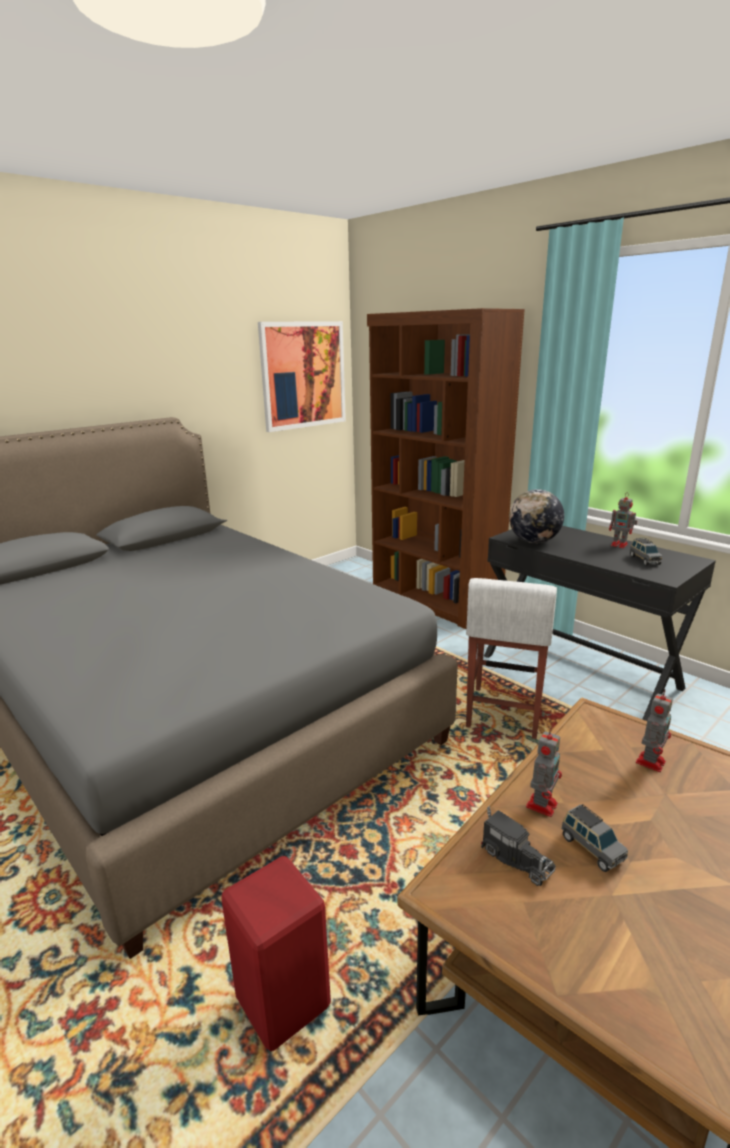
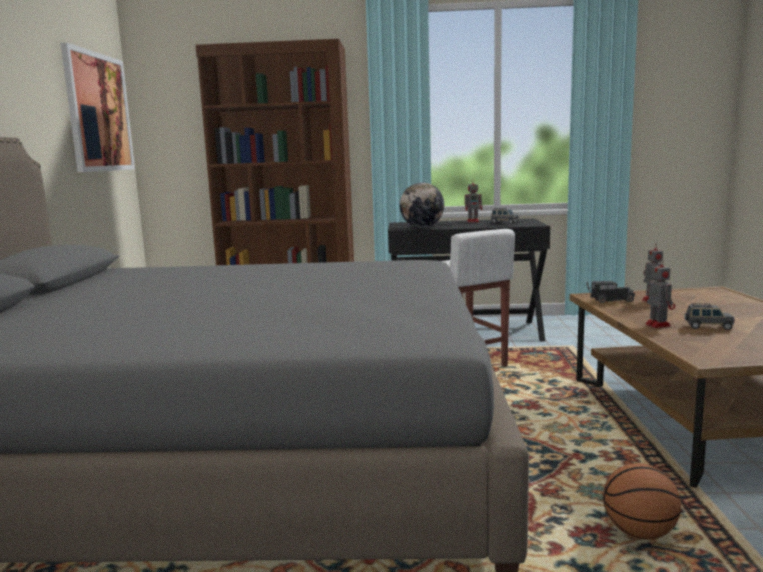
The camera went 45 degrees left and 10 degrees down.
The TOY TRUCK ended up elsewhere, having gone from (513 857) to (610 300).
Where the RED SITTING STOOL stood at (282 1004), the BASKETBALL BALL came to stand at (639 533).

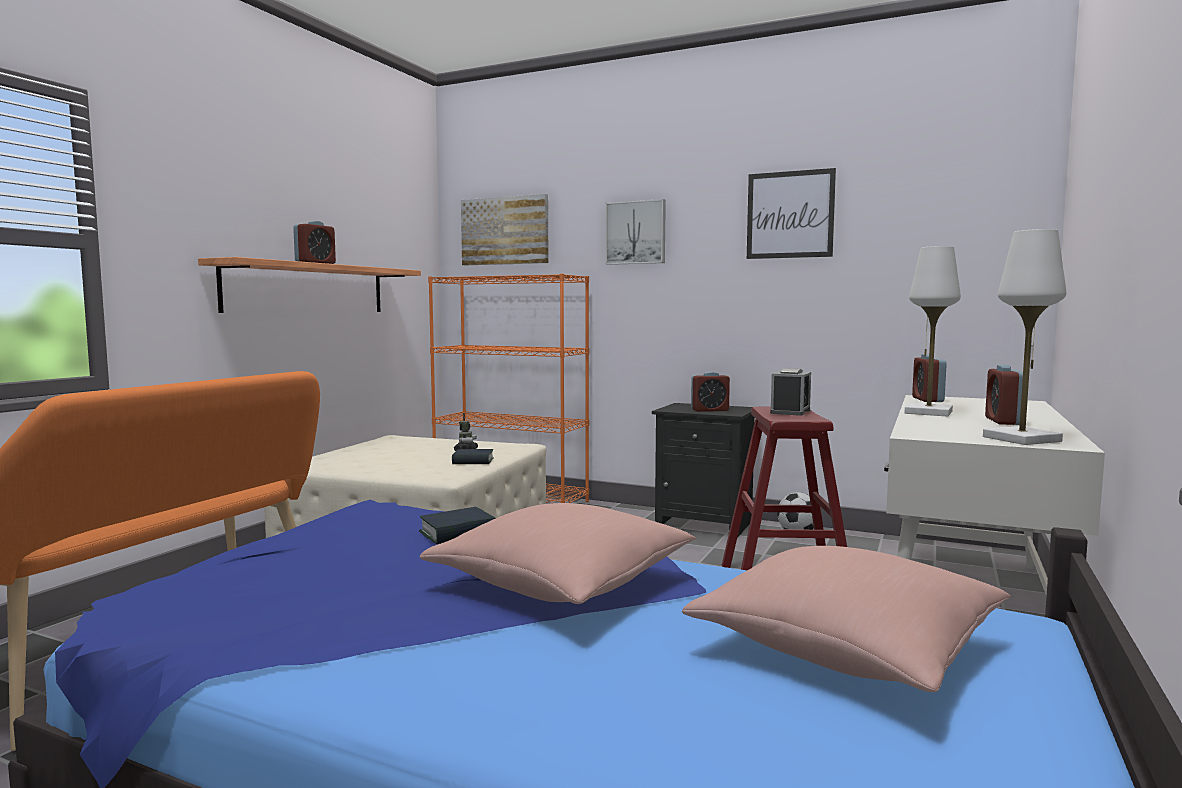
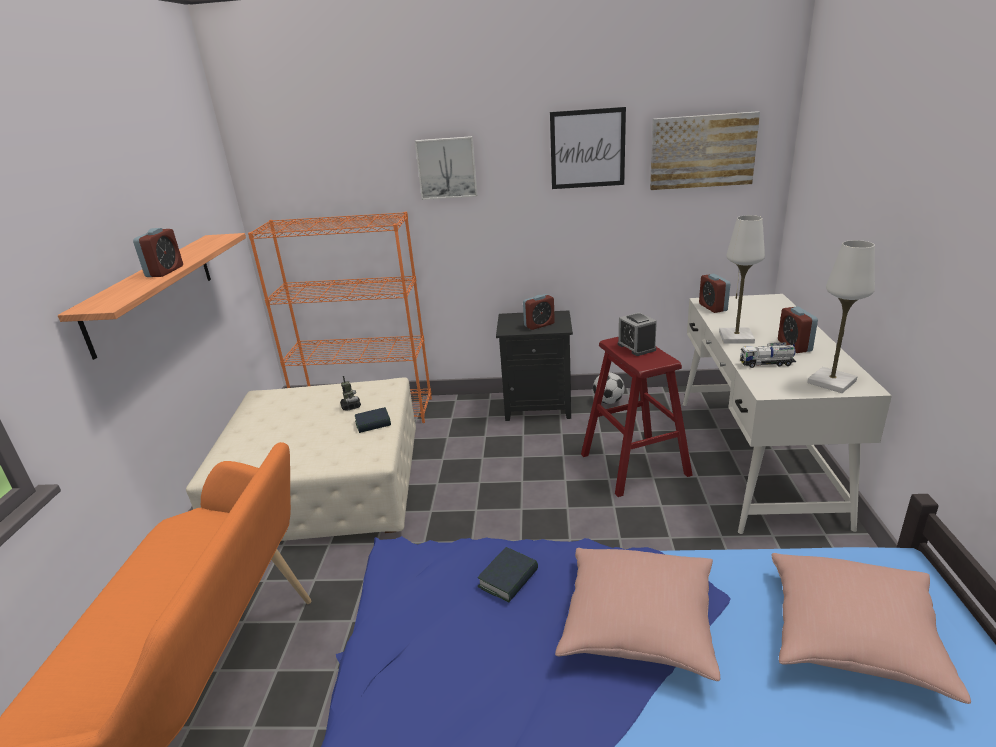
The camera went 20 degrees left and 20 degrees up.
The TABLE CLOCK at (790 411) ended up facing another way, 150 degrees clockwise from before.
The WALL ART ended up elsewhere, having gone from (505 231) to (702 151).
The second view gained the TOY TRUCK at (767 364).

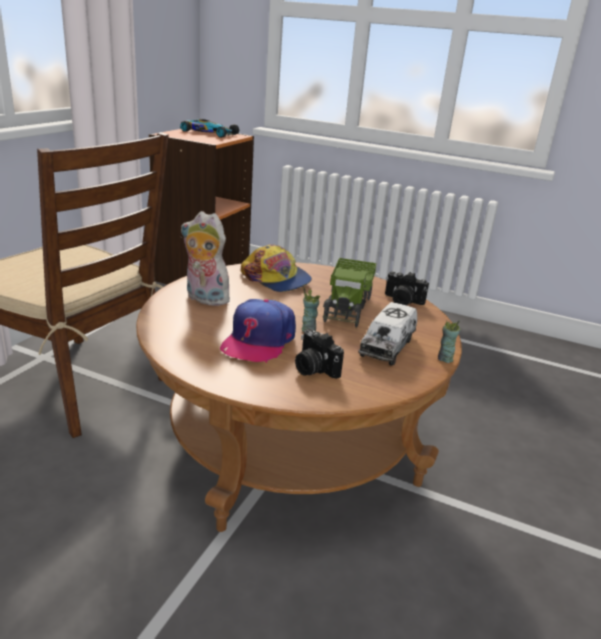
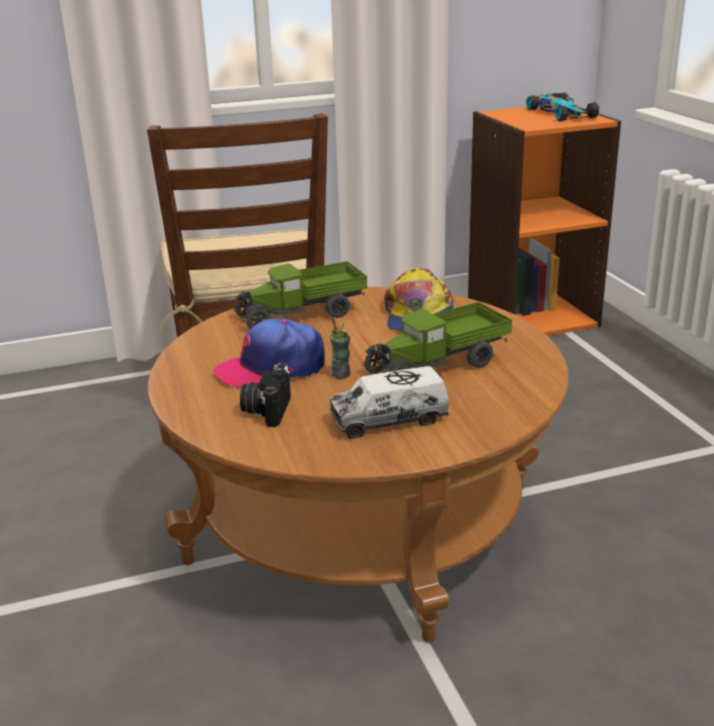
The camera went 50 degrees right and 0 degrees up.
Where the SOFT TOY stood at (204 299), the TOY TRUCK came to stand at (302 315).
The second view lost the PHOTO CAMERA at (402 301).
The second view lost the DRINKING CUP at (445 359).

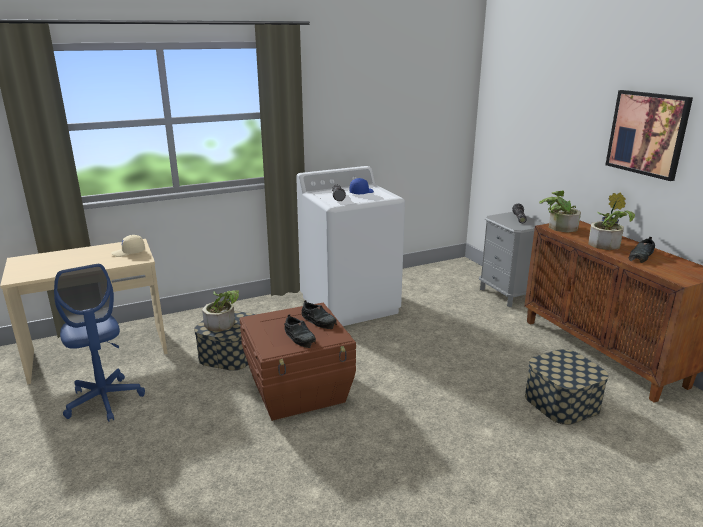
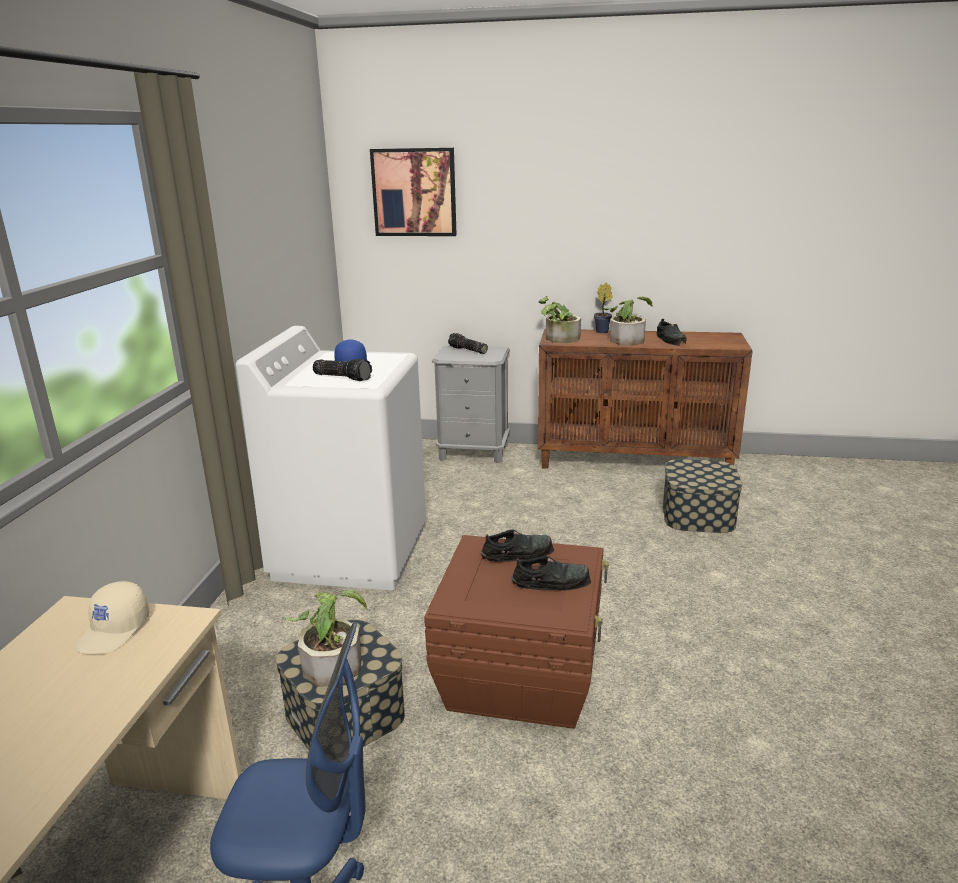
The camera went 55 degrees left and 0 degrees up.
The WALL ART ended up elsewhere, having gone from (647 133) to (414 192).

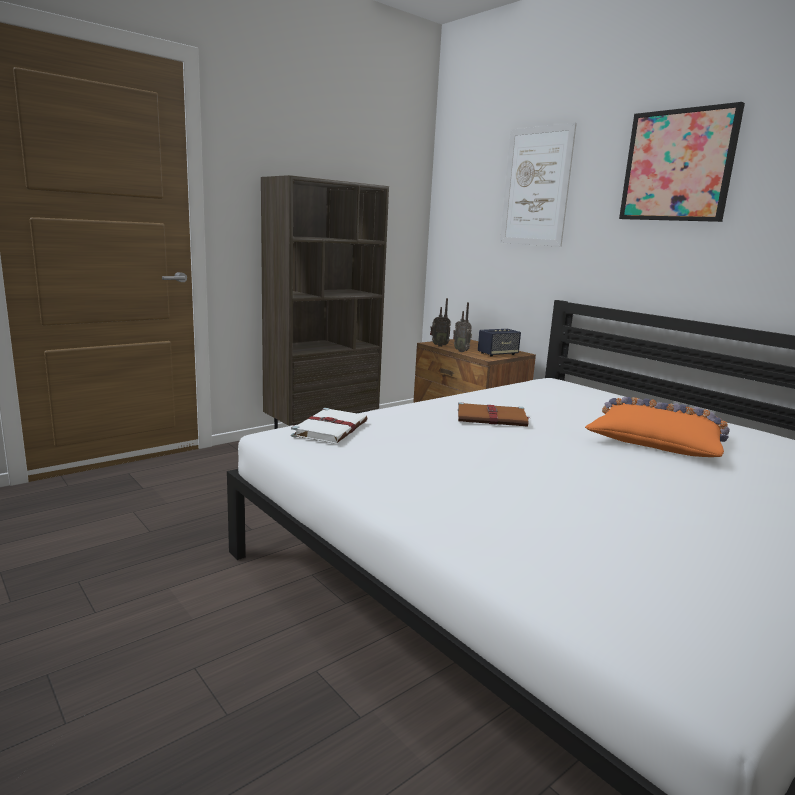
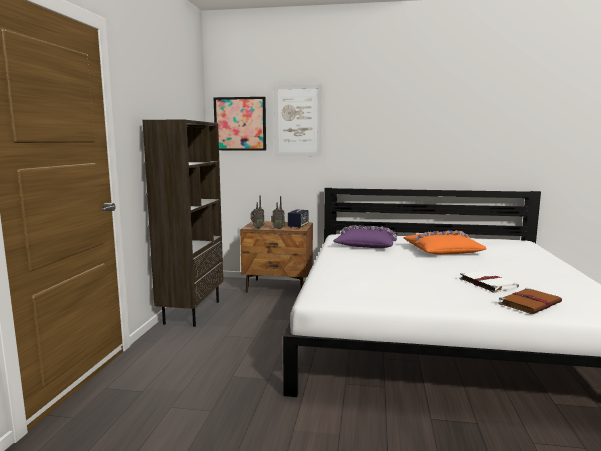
The camera went 40 degrees left and 5 degrees down.
The WALL ART ended up elsewhere, having gone from (678 166) to (240 124).
The second view gained the PURPLE-COLOURED THROW PILLOW at (367 244).
The WHITE-COLOURED BOOK ended up elsewhere, having gone from (331 428) to (487 283).
The BROWN-COLOURED BOOK ended up elsewhere, having gone from (492 418) to (530 303).

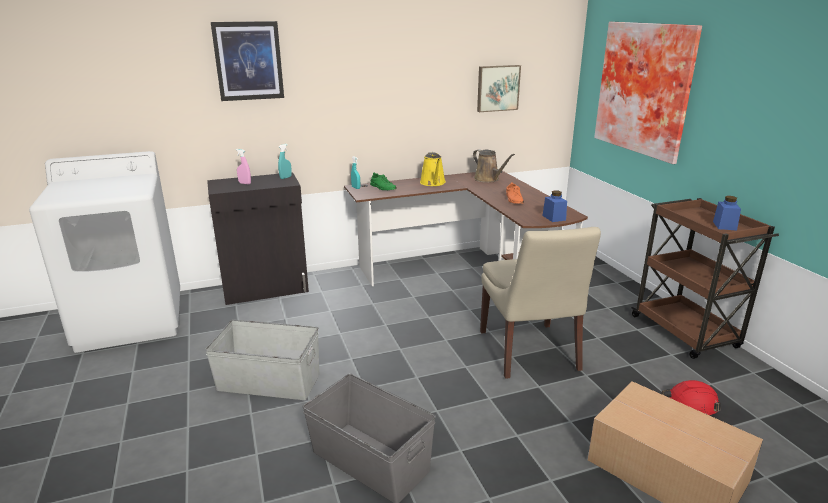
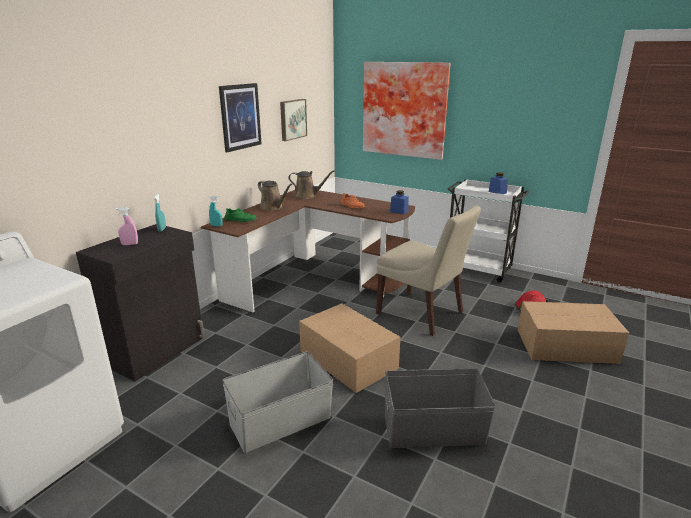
The camera went 40 degrees left and 0 degrees up.
The WALL ART ended up elsewhere, having gone from (248 61) to (240 117).
What was the YELLOWISH WATERING CAN at (433 183) turned into the BROWN-COLOURED WATERING CAN at (273 207).
The second view gained the PACKING BOX at (348 360).
What was the BROWN-COLOURED TROLLEY at (685 333) turned into the WHITE-COLOURED TROLLEY at (478 269).

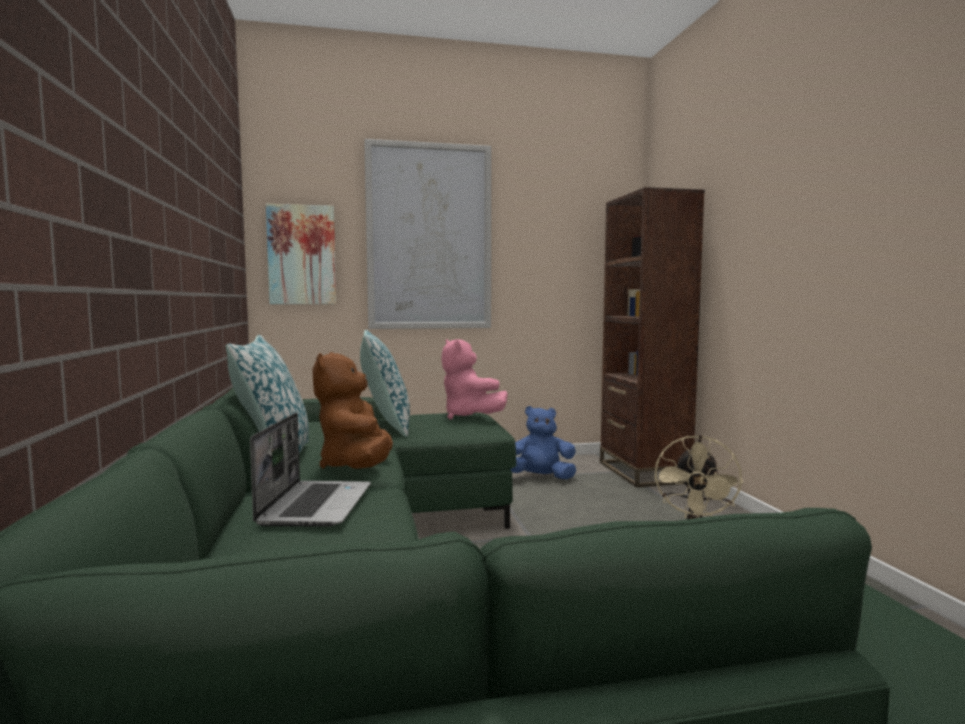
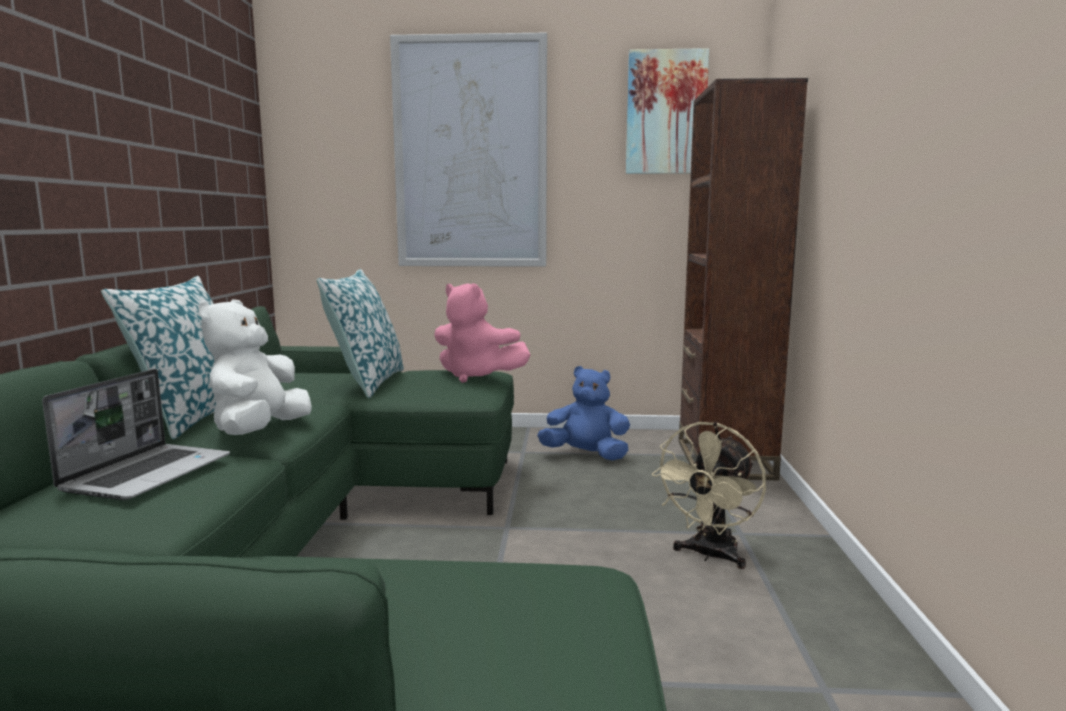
The camera went 15 degrees right and 5 degrees up.
What was the BROWN-COLOURED SOFT TOY at (357 467) turned into the WHITE-COLOURED SOFT TOY at (259 431).
The PINKISH SOFT TOY at (469 416) ended up facing another way, 45 degrees counterclockwise from before.
The WALL ART ended up elsewhere, having gone from (302 255) to (666 113).

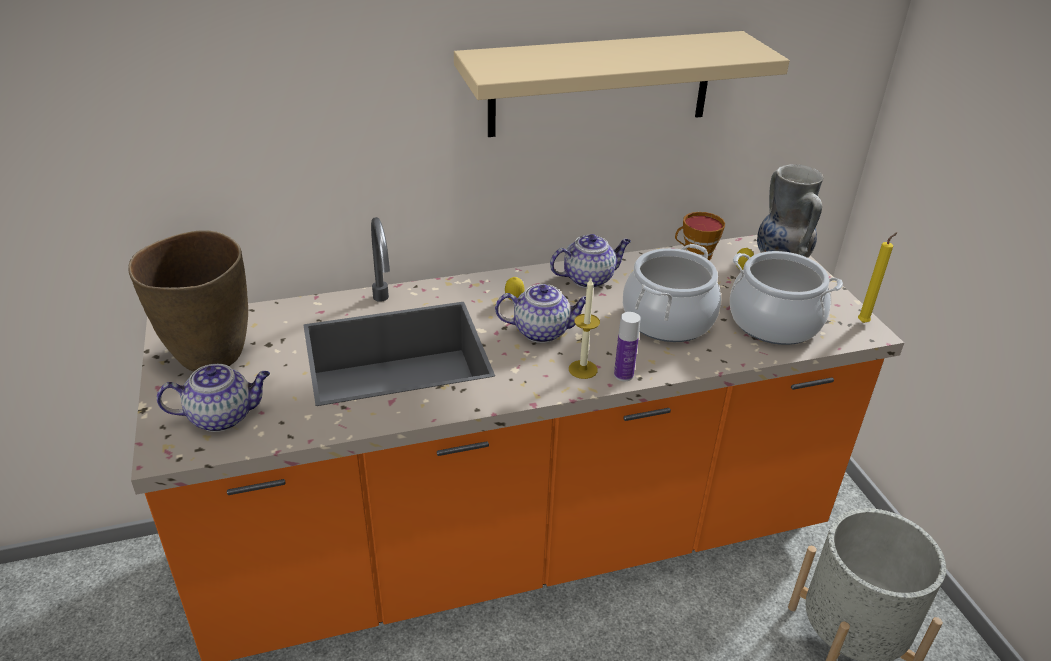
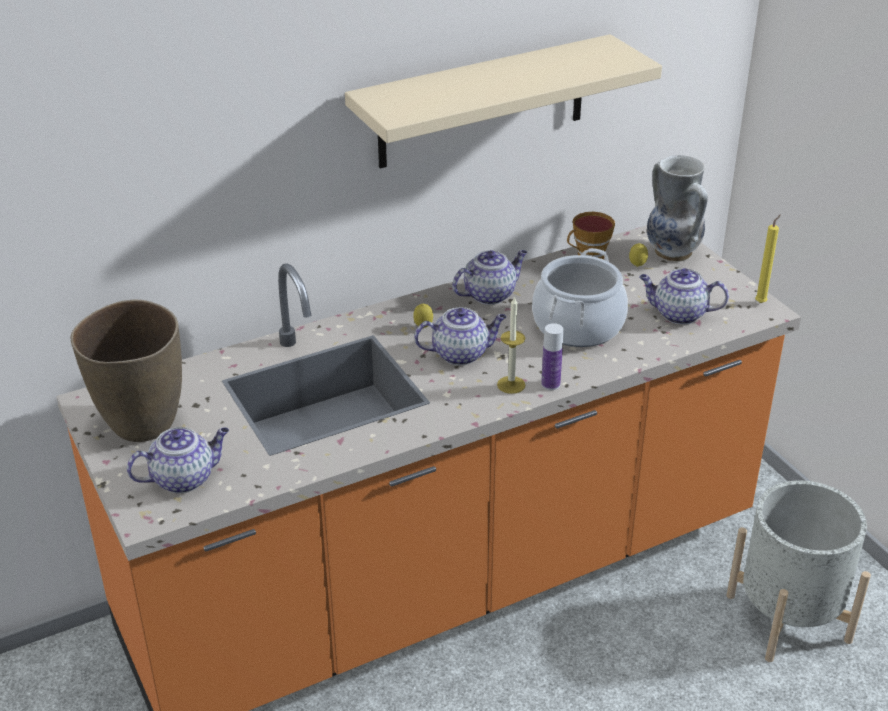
The camera went 10 degrees left and 0 degrees up.
Where the SAUCEPOT stood at (774 322), the POT FOR TEA came to stand at (678 314).

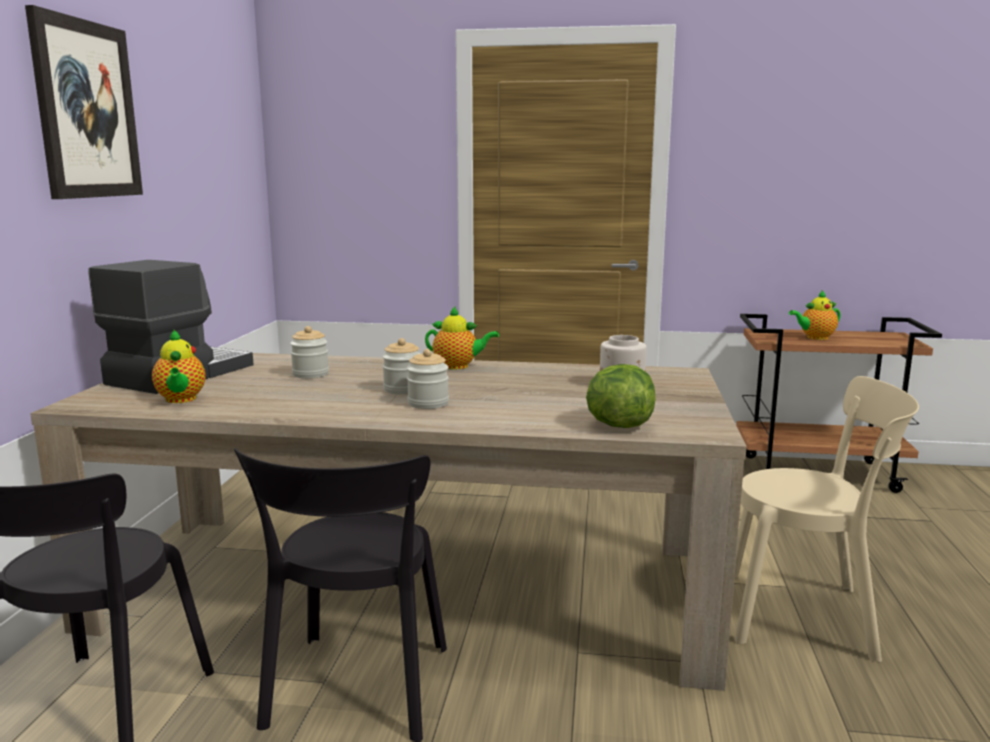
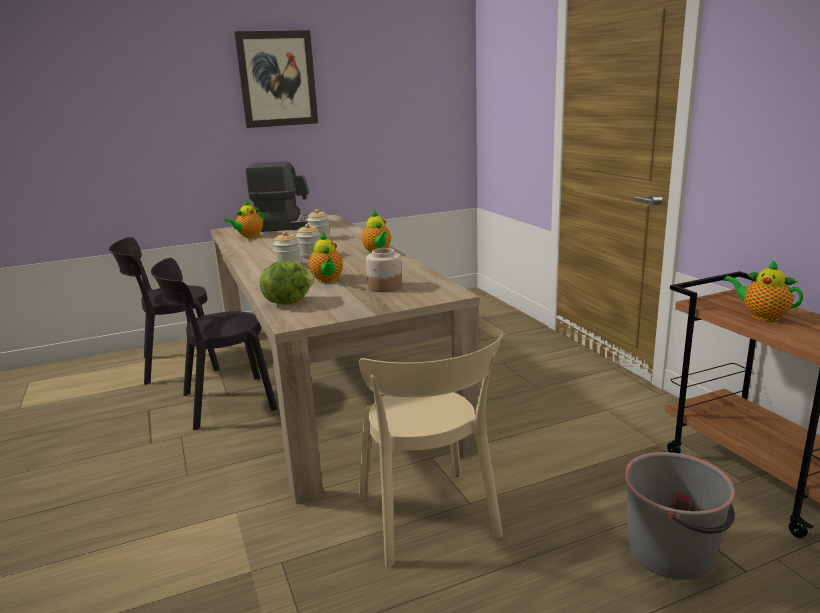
The camera went 60 degrees right and 5 degrees up.
The second view gained the POT FOR TEA at (327 280).
The second view gained the GREY BUCKET at (672 552).

